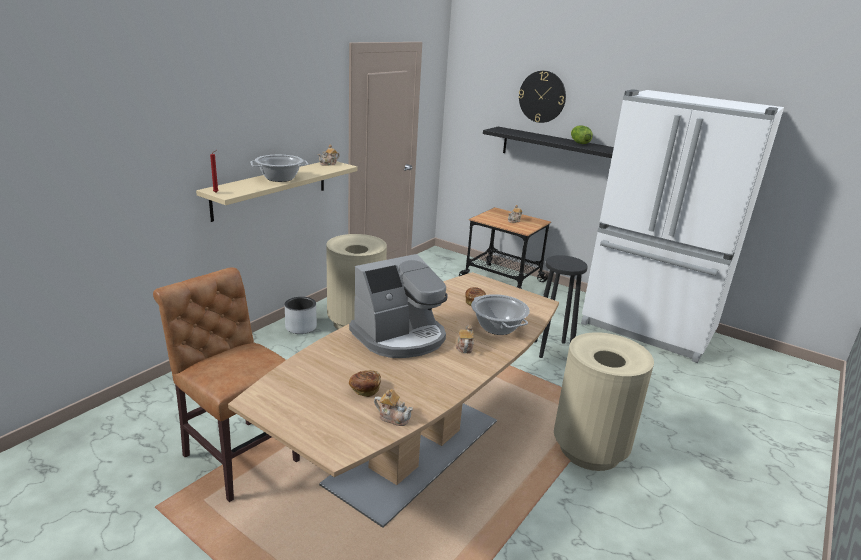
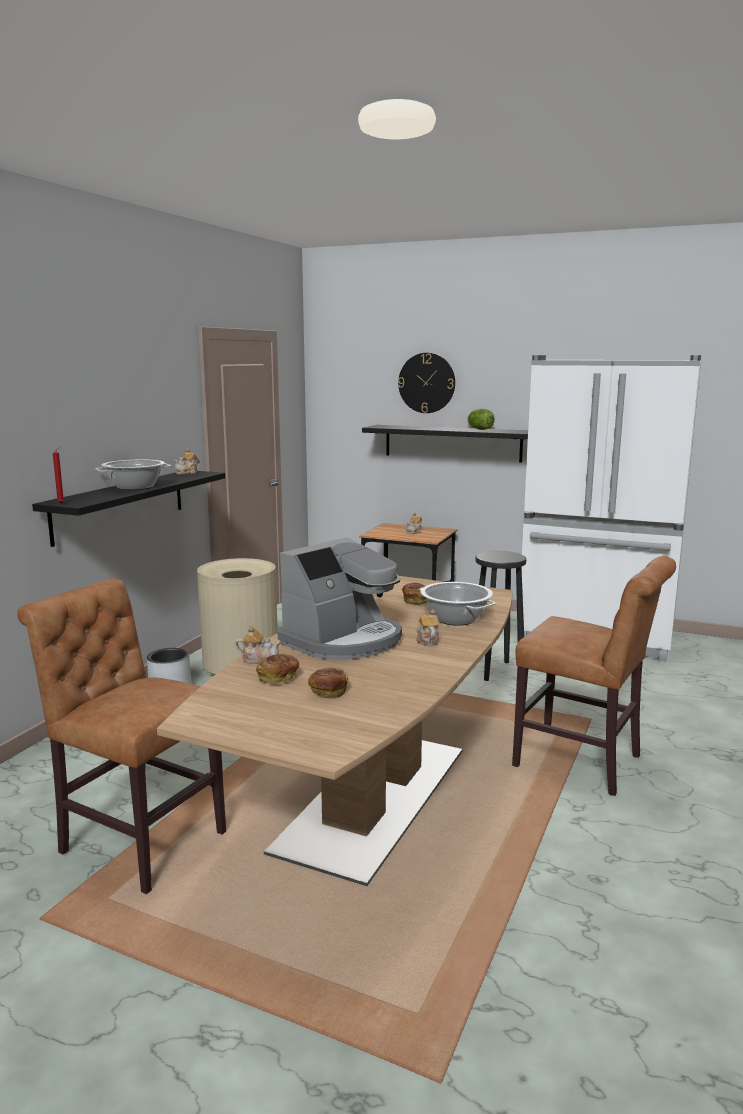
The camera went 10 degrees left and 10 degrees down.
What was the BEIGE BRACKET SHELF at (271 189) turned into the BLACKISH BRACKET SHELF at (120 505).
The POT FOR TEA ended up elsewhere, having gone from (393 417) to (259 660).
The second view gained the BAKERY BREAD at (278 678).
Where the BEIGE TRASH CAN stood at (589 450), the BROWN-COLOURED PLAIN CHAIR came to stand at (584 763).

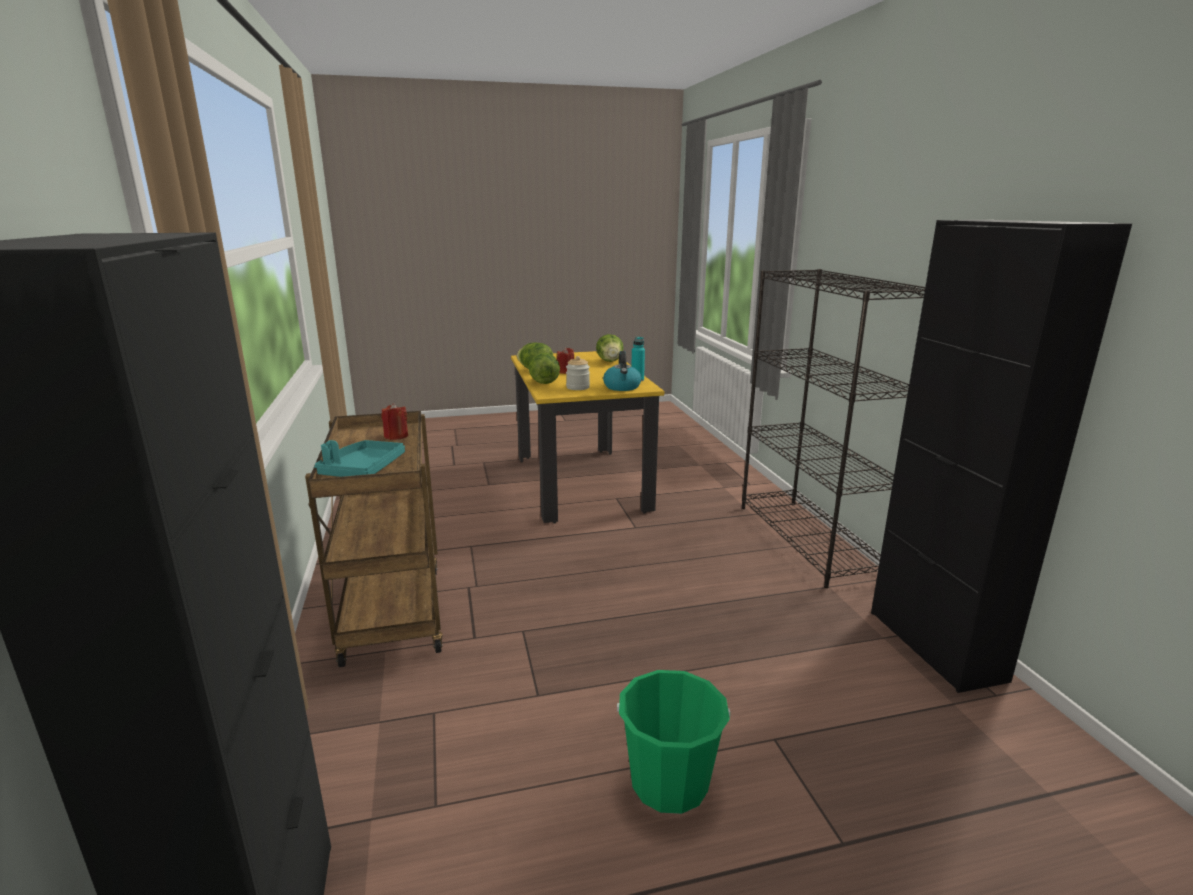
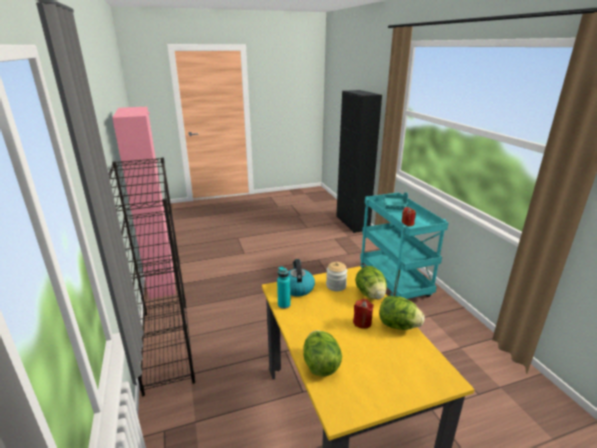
The camera went 175 degrees right and 5 degrees up.
What was the BLACKISH CABINET at (935 645) turned into the PINKISH CABINET at (162 281).
What was the BROWN-COLOURED TROLLEY at (391 611) turned into the TURQUOISE-COLOURED TROLLEY at (395 284).
The second view lost the GREEN BUCKET at (669 783).

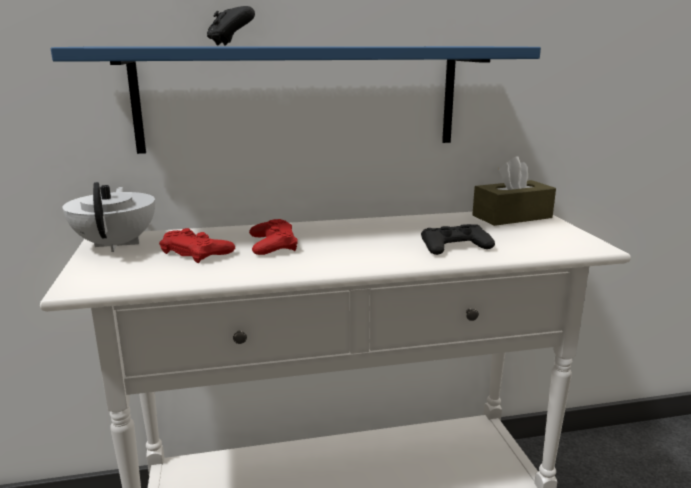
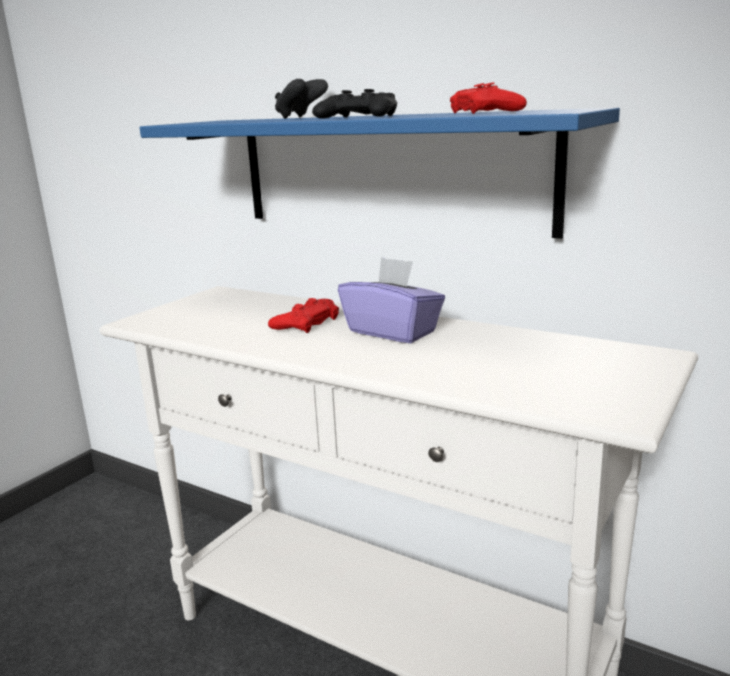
The camera went 45 degrees right and 0 degrees up.
The BLACKISH GAME CONTROLLER ended up elsewhere, having gone from (454 247) to (357 117).
The second view gained the PURPLE-COLOURED TISSUE HOLDER at (393 332).
The RED GAME CONTROLLER ended up elsewhere, having gone from (196 252) to (486 112).
The second view lost the WHITE-COLOURED POT FOR TEA at (117 244).
The second view lost the BROWN-COLOURED TISSUE HOLDER at (512 216).

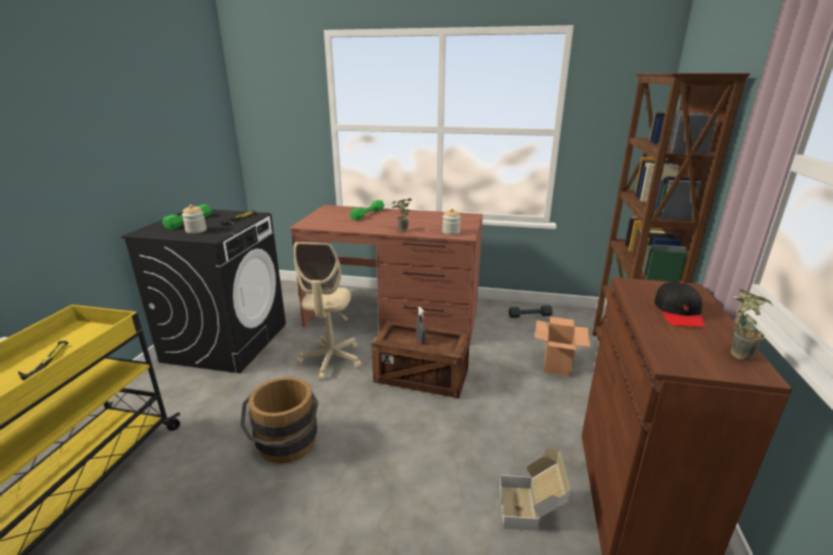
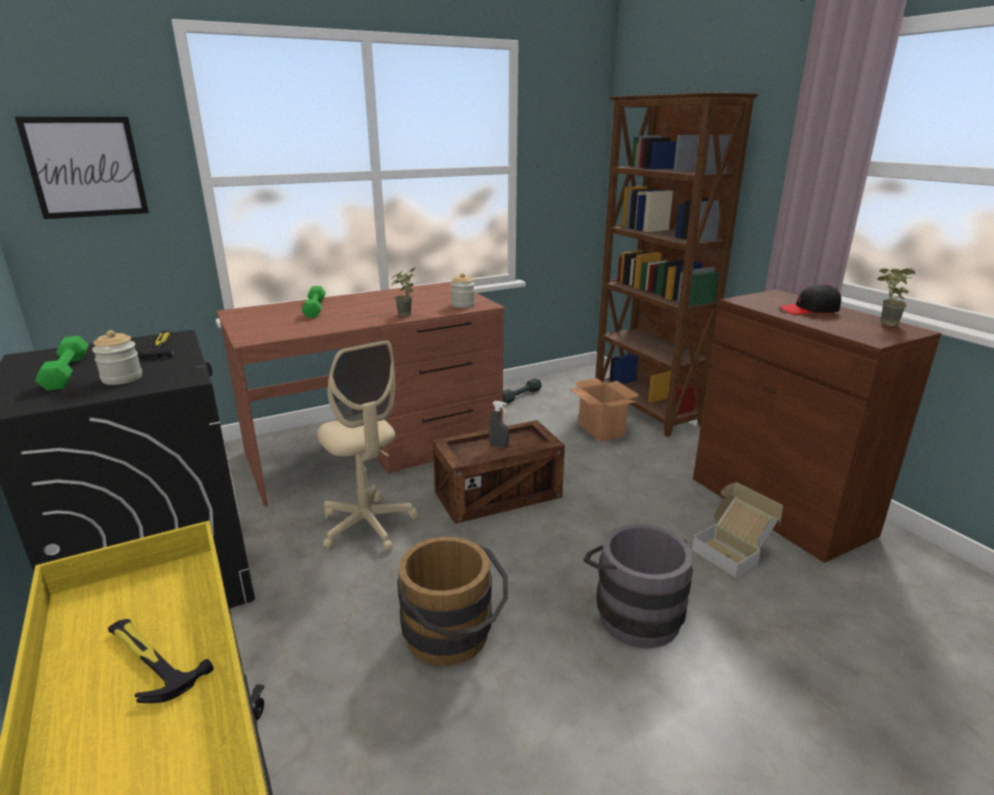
The camera went 40 degrees left and 0 degrees up.
The second view gained the WALL ART at (86 167).
The second view gained the GREY BUCKET at (633 612).
The BLACKISH BASEBALL CAP at (679 313) ended up facing another way, 120 degrees clockwise from before.

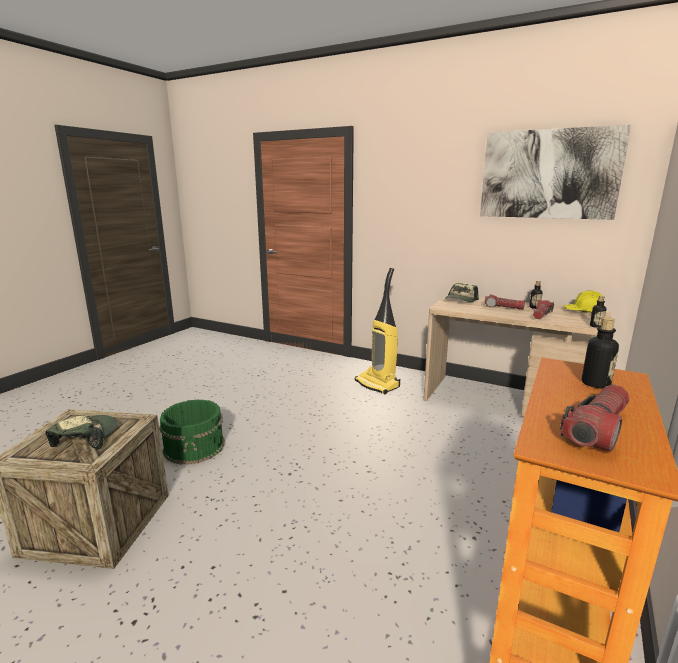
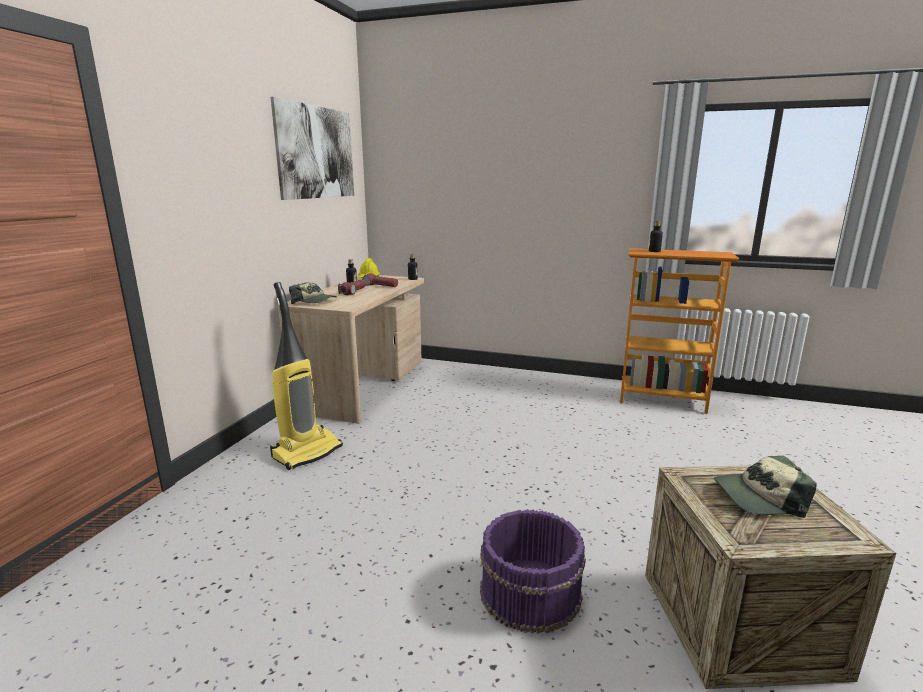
The camera went 100 degrees left and 0 degrees up.
What was the GREEN BUCKET at (195 446) turned into the PURPLE-COLOURED BUCKET at (530 591).
The second view lost the HAND TORCH at (597 428).

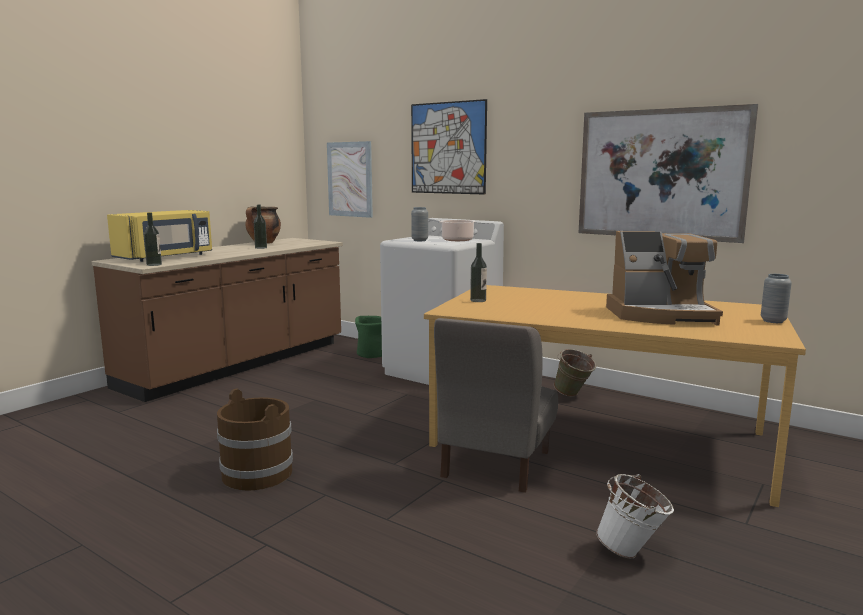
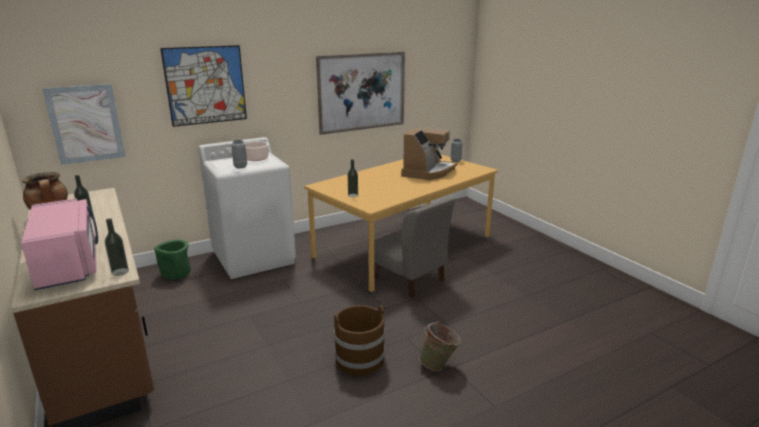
The camera went 65 degrees left and 10 degrees up.
What was the YELLOWISH KITCHEN MICROWAVE at (166 257) turned into the PINKISH KITCHEN MICROWAVE at (69 264).
The GREEN BUCKET ended up elsewhere, having gone from (573 395) to (439 365).
The second view lost the WHITE-COLOURED BUCKET at (633 552).

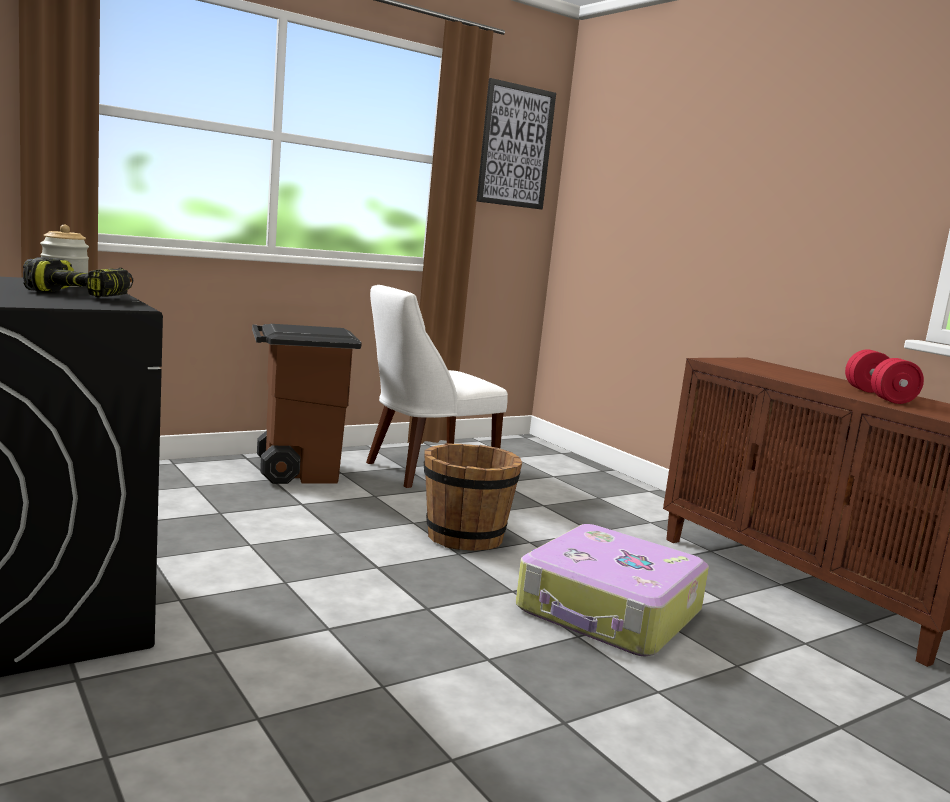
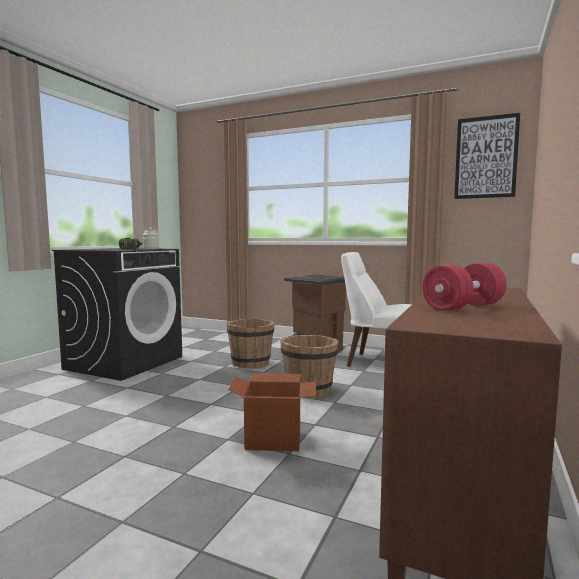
The camera went 60 degrees right and 5 degrees down.
The second view gained the BROWN-COLOURED BUCKET at (251 363).
Where the SUITCASE stood at (609 611), the PACKING BOX came to stand at (274 440).

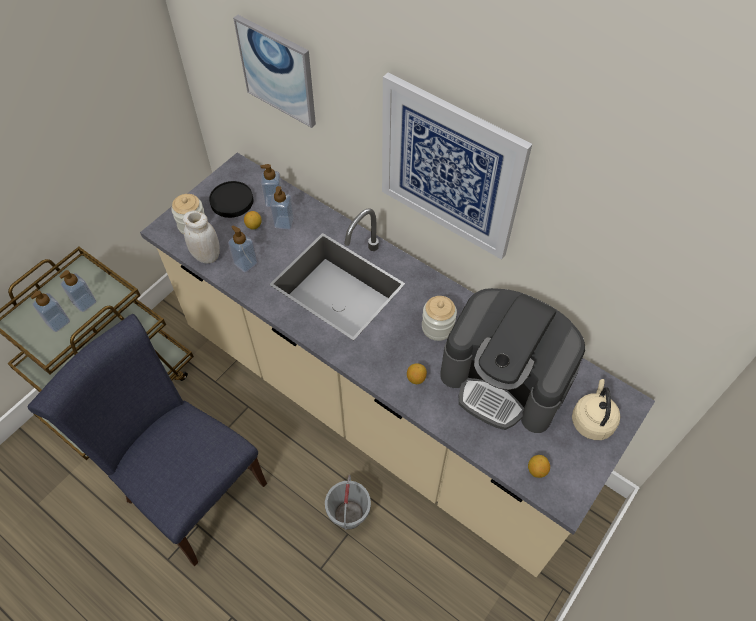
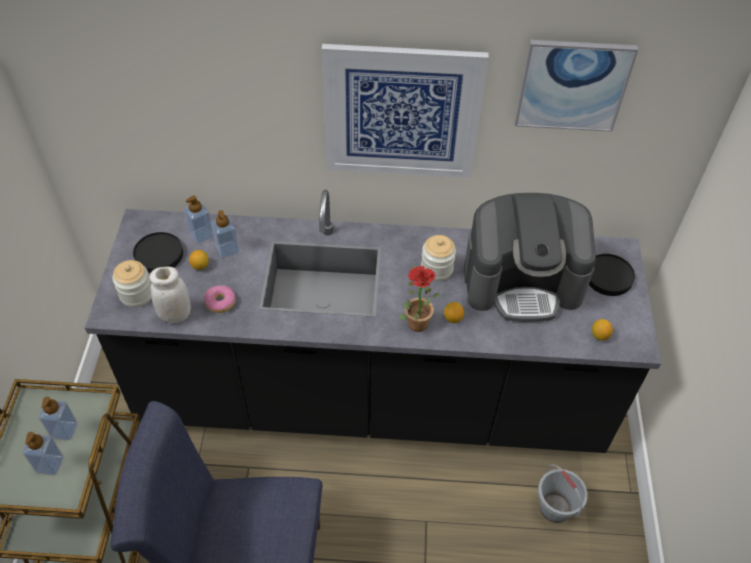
The camera went 35 degrees left and 5 degrees down.
What was the BEIGE KITCHEN COUNTER at (378 408) turned into the BLACKISH KITCHEN COUNTER at (372 399).
Where the LIQUID SOAP BOTTLE stood at (245 263), the RING DOUGHNUT came to stand at (220 302).
The second view gained the HOUSEPLANT at (415 321).
The WALL ART ended up elsewhere, having gone from (278 71) to (572 85).
The GREY BUCKET ended up elsewhere, having gone from (348 514) to (554 508).
Where the BEIGE KETTLE stood at (592 420), the BLACKISH FLAT DISH came to stand at (608 276).

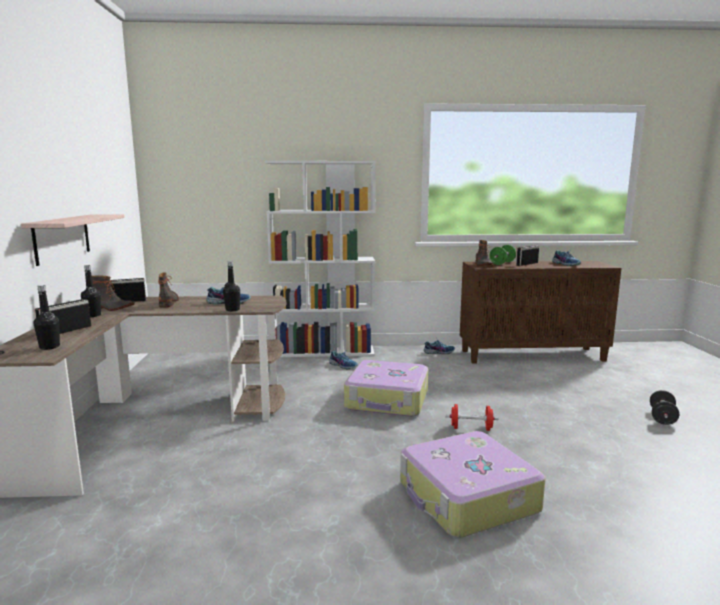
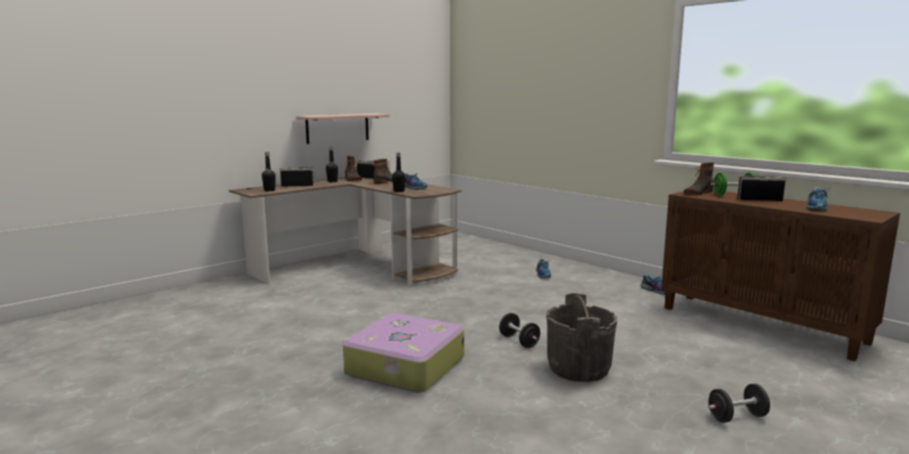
The camera went 50 degrees right and 0 degrees up.
What was the RED DUMBBELL at (471 428) turned into the BLACKISH DUMBBELL at (519 341).
The second view gained the GREY BUCKET at (579 368).
The second view lost the WHITE-COLOURED BOOKSHELF at (324 351).
The second view lost the SUITCASE at (388 400).

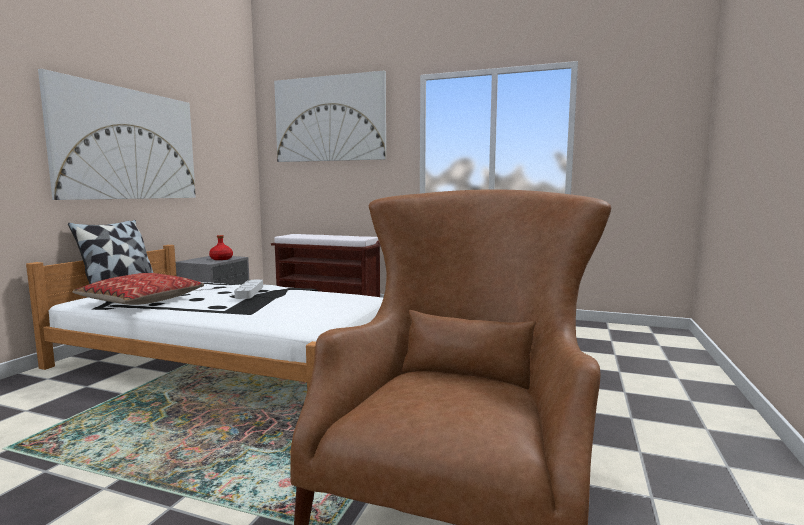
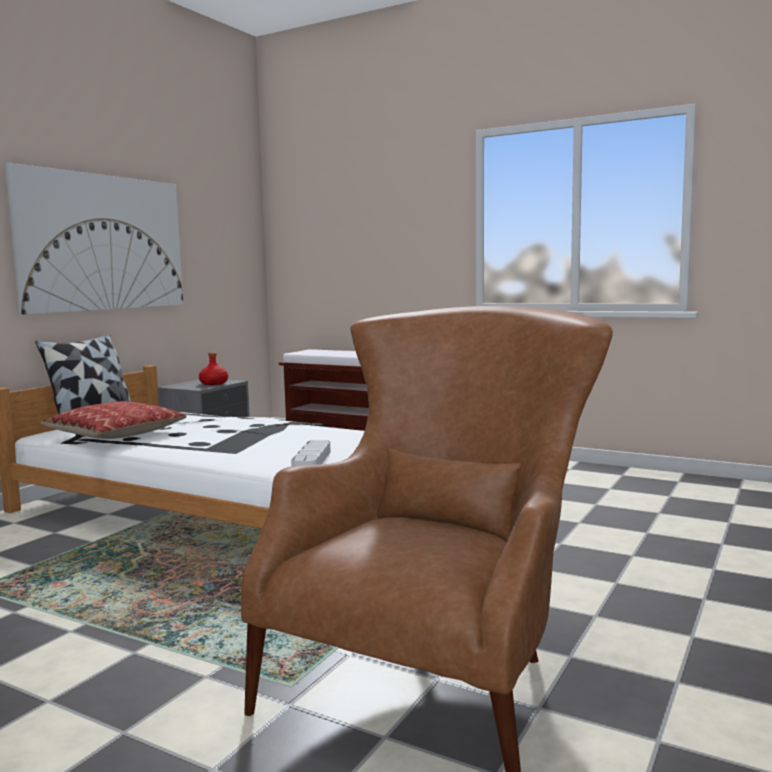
The camera went 10 degrees right and 0 degrees up.
The GREY SERVING TRAY ended up elsewhere, having gone from (249 292) to (312 461).
The second view lost the WALL ART at (329 119).

